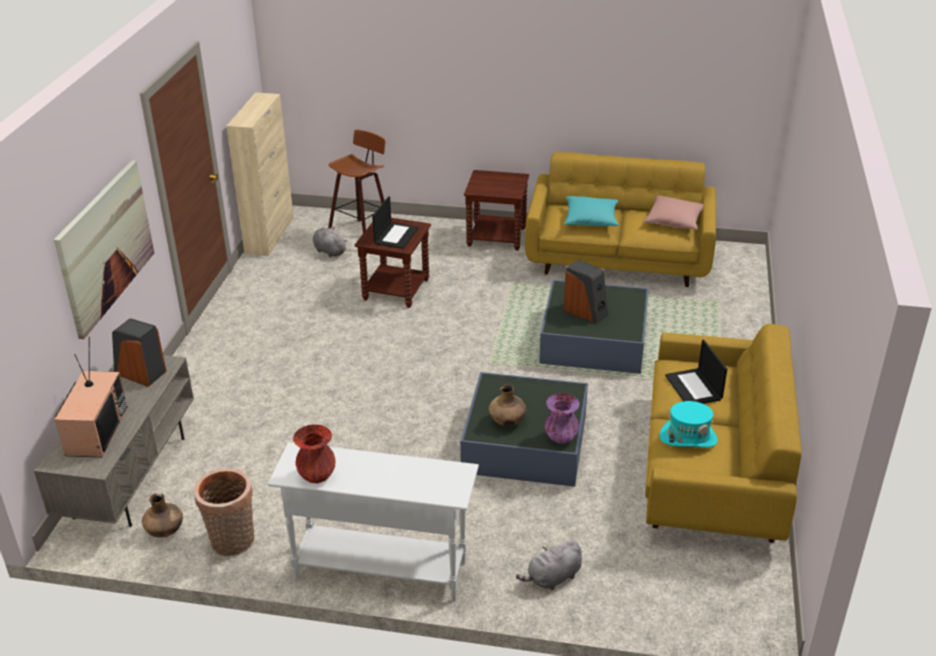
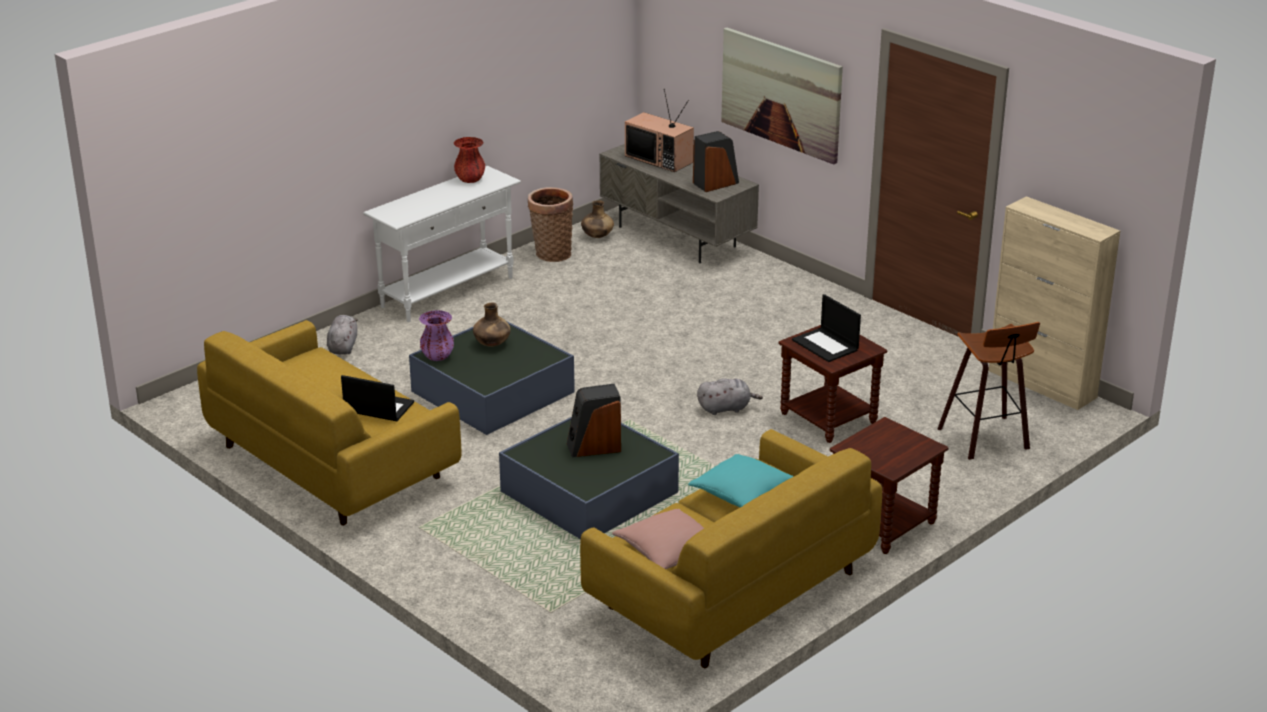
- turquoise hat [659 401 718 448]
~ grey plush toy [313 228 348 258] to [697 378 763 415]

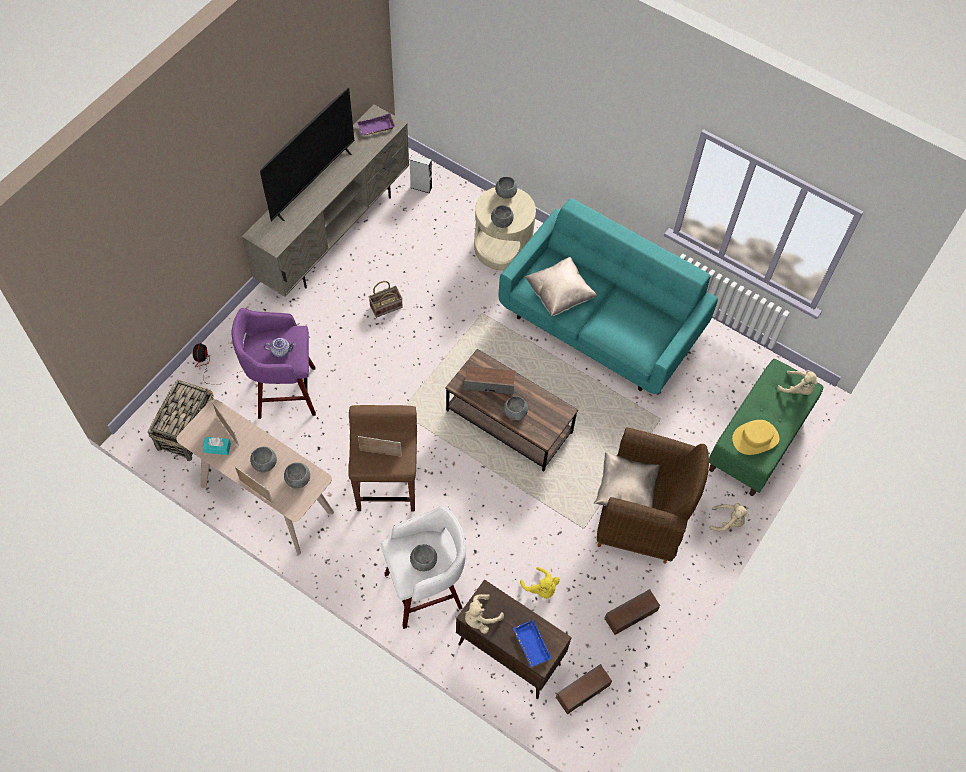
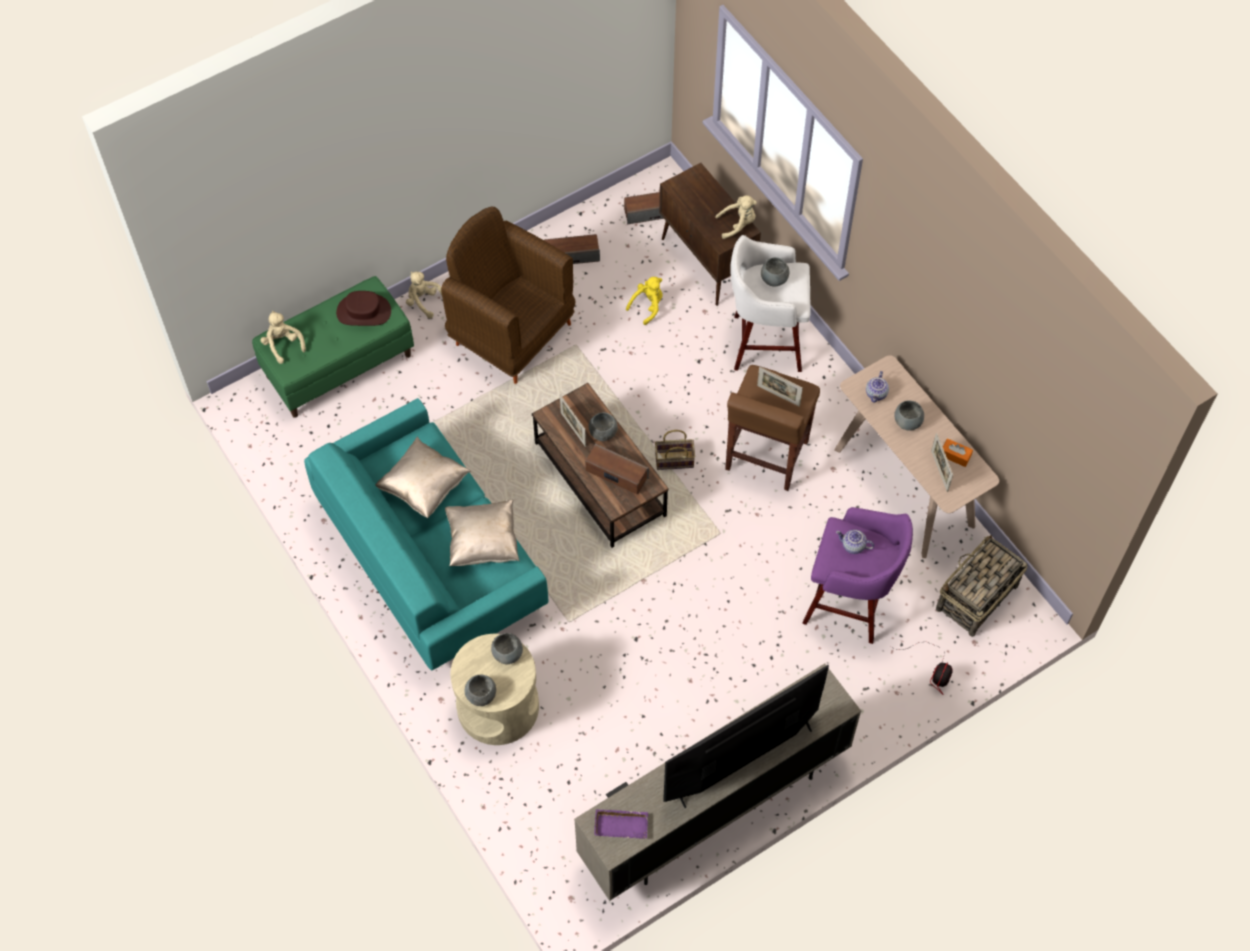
- grey speaker [410 154 432 193]
- blue tray [513 620 552 667]
~ picture frame [235 466 273 504] to [560 395 586 447]
~ basket [369 281 403 318] to [655 430 695 470]
~ beige pillow [594 452 660 508] to [375 437 471 518]
~ grey bowl [284 462 310 488] to teapot [866 371 889 403]
~ turquoise tissue box [203 437 231 455] to orange tissue box [943 438 973 467]
~ yellow hat [732 420 779 455] to brown hat [336 291 391 326]
~ yellow plush toy [520 567 560 599] = [626 277 663 325] 60 degrees clockwise

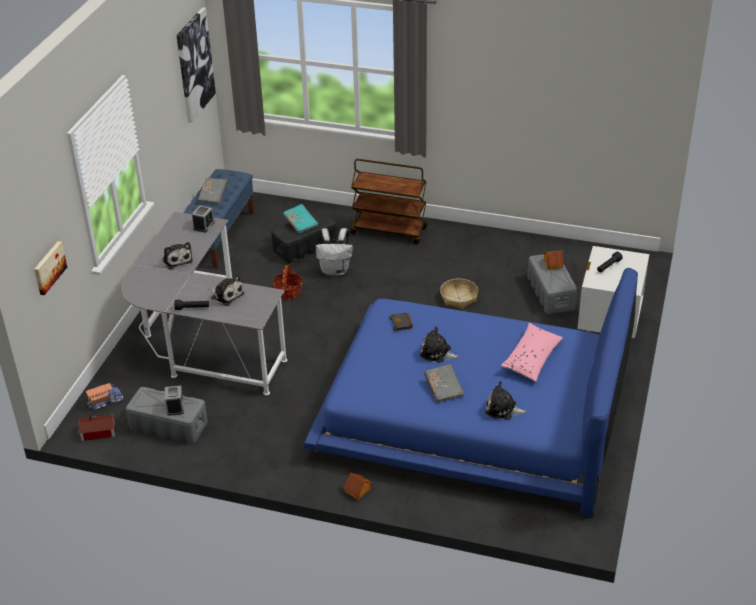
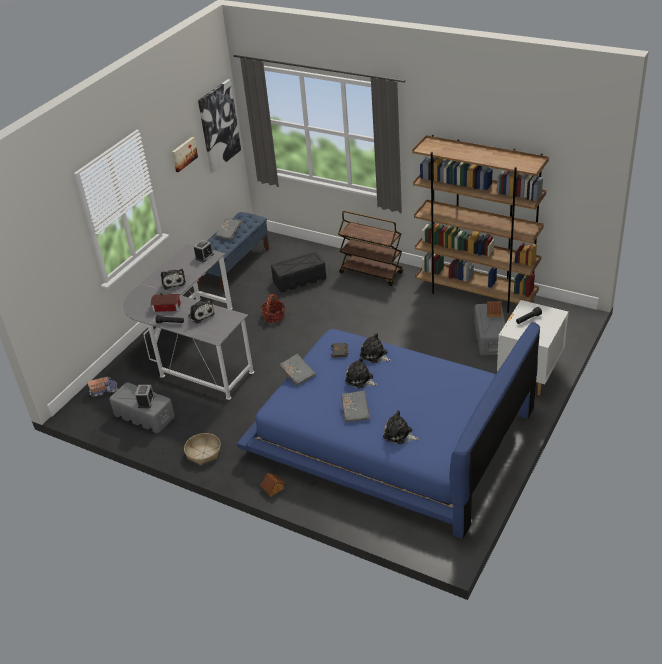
- turquoise book [283 204 319 234]
- white backpack [316 228 353 275]
- pink pillow [501 323 563 382]
+ grey book [279 353 316 386]
+ plush toy [360 333 391 363]
+ brown bookcase [412 135 549 313]
~ picture [34 241 67 295] to [172 137 198 172]
~ toy house [78 414 115 441] to [150 293 181 312]
~ basket [440 278 478 309] to [184 433 221 465]

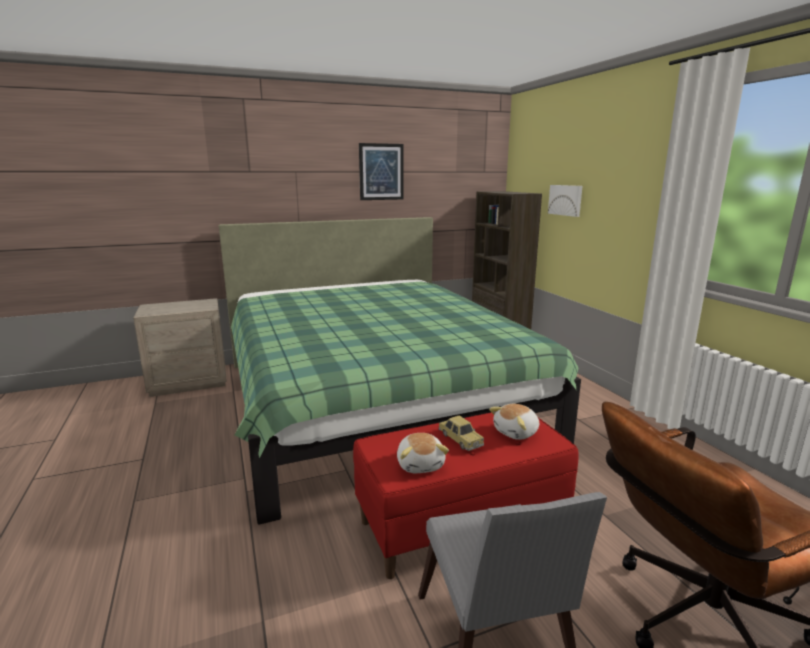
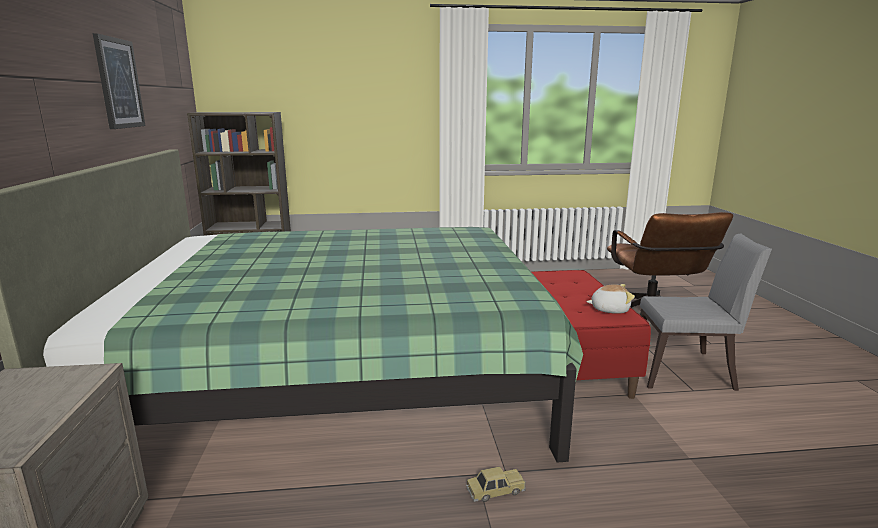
- plush toy [489 404 539 440]
- picture [548 185 583 217]
~ toy car [439 415 484 451] to [466 467 526 502]

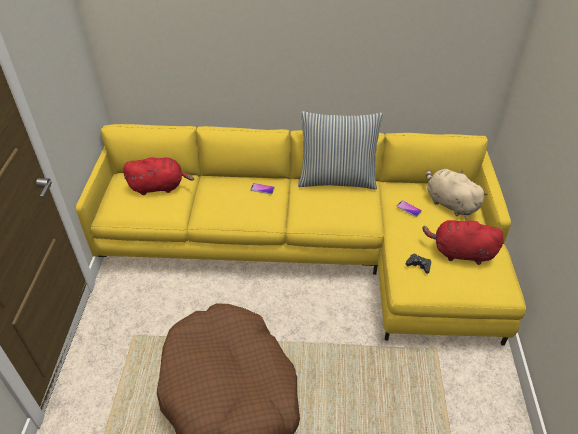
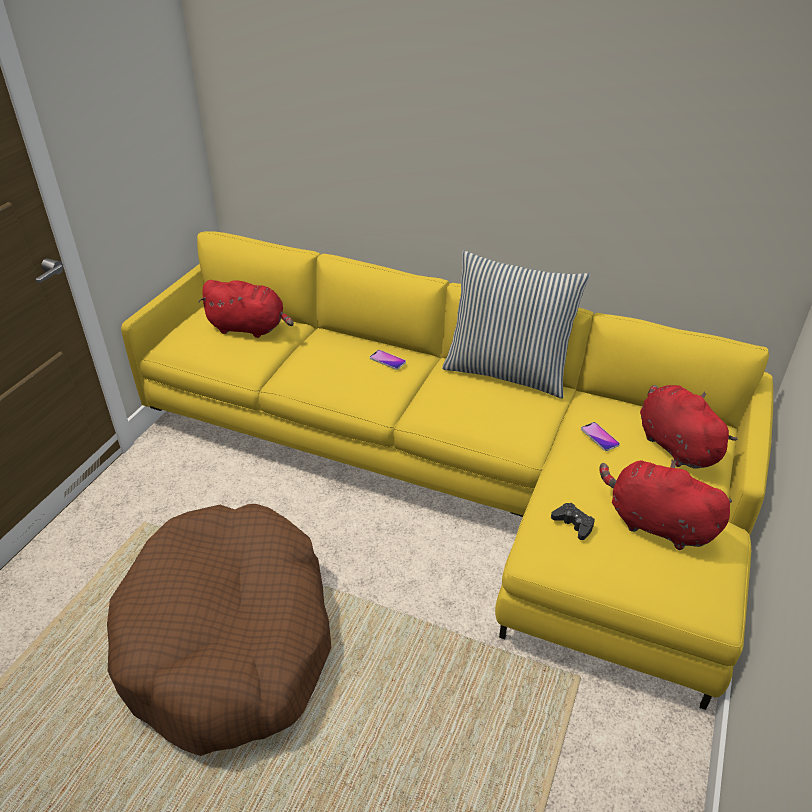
~ beige plush toy [426 169 488 216] to red plush toy [640 385 738 469]

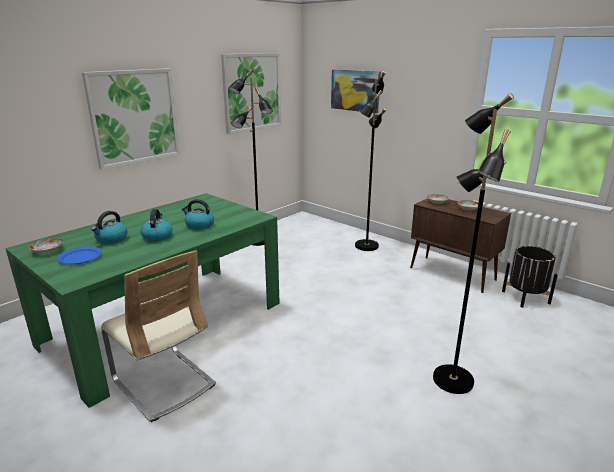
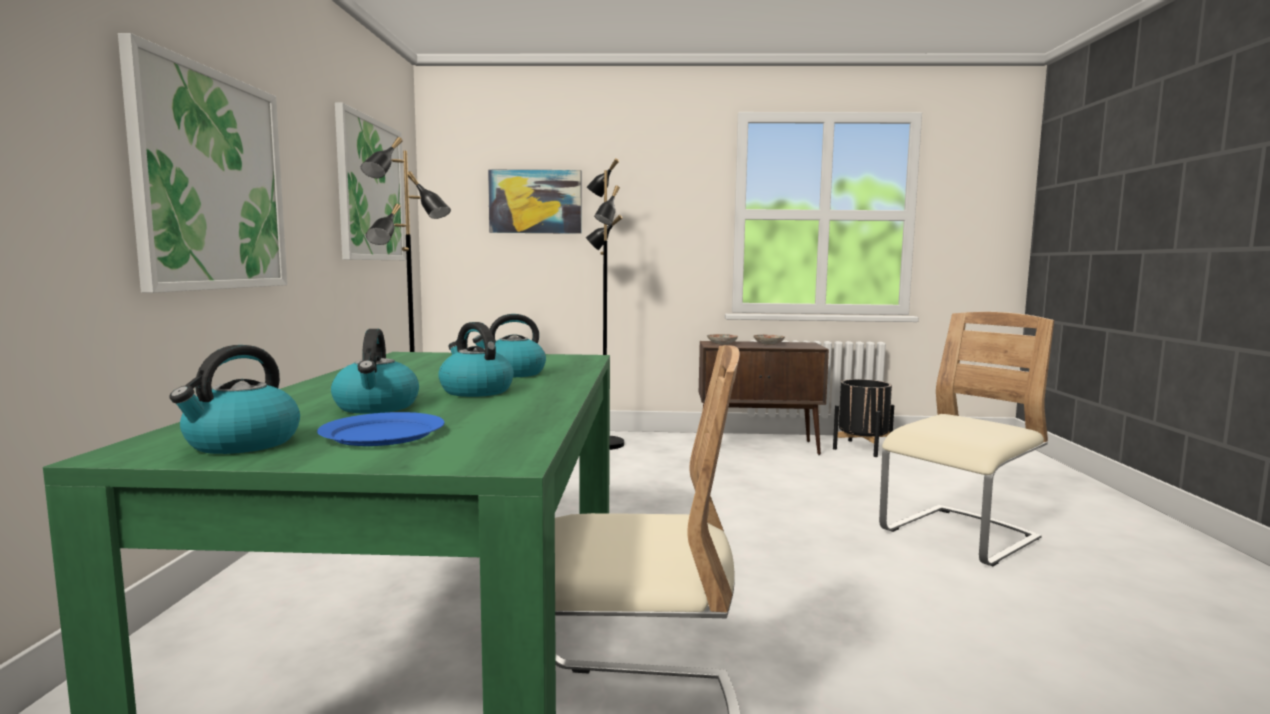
~ plate [29 238 63 254] to kettle [169 345 300 454]
~ black floor lamp [433 93 514 394] to beige chair [879 312 1054 566]

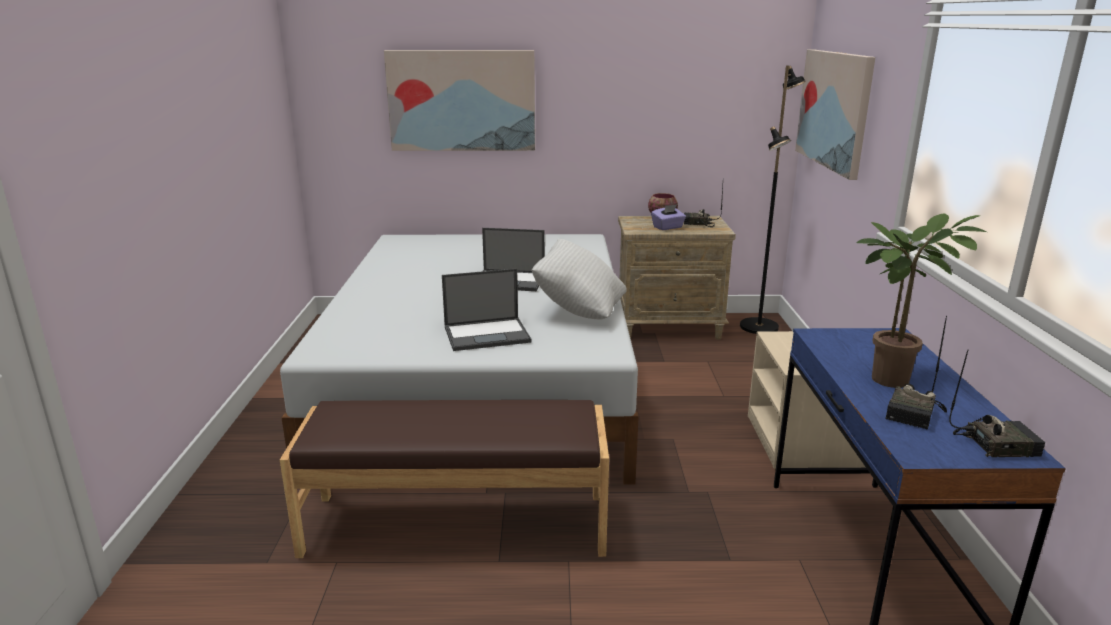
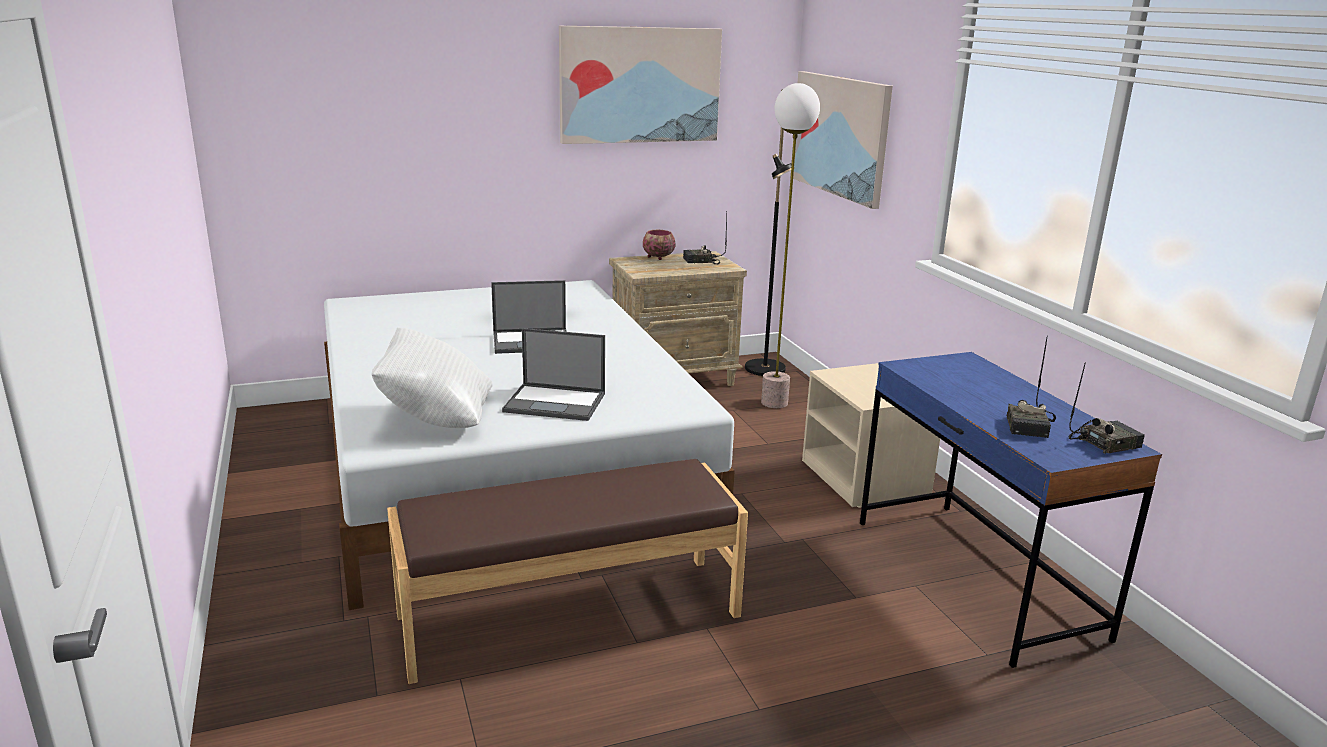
- purple tissue box [651 204 686 230]
- potted plant [856 213 987 388]
+ floor lamp [761 83 820 408]
~ picture [384 50 535 151] to [559 26 722 144]
~ white pillow [532 239 627 320] to [372 327 493 428]
~ laptop [442 269 532 351] = [502 328 605 421] 45 degrees clockwise

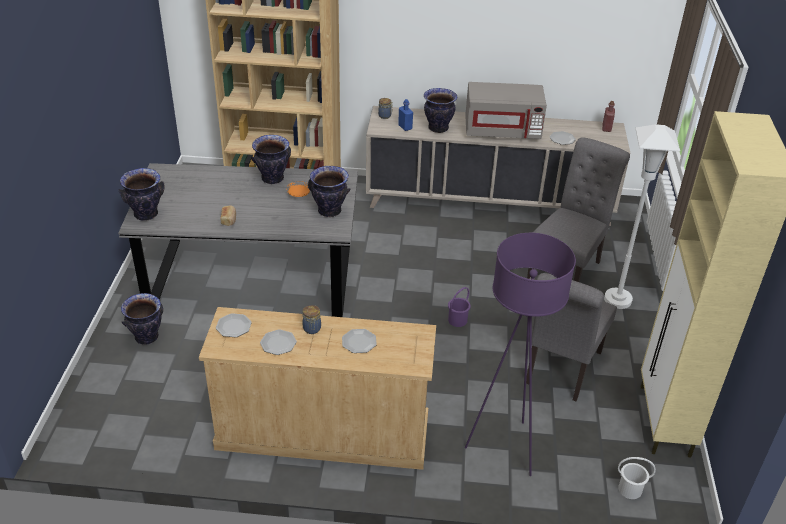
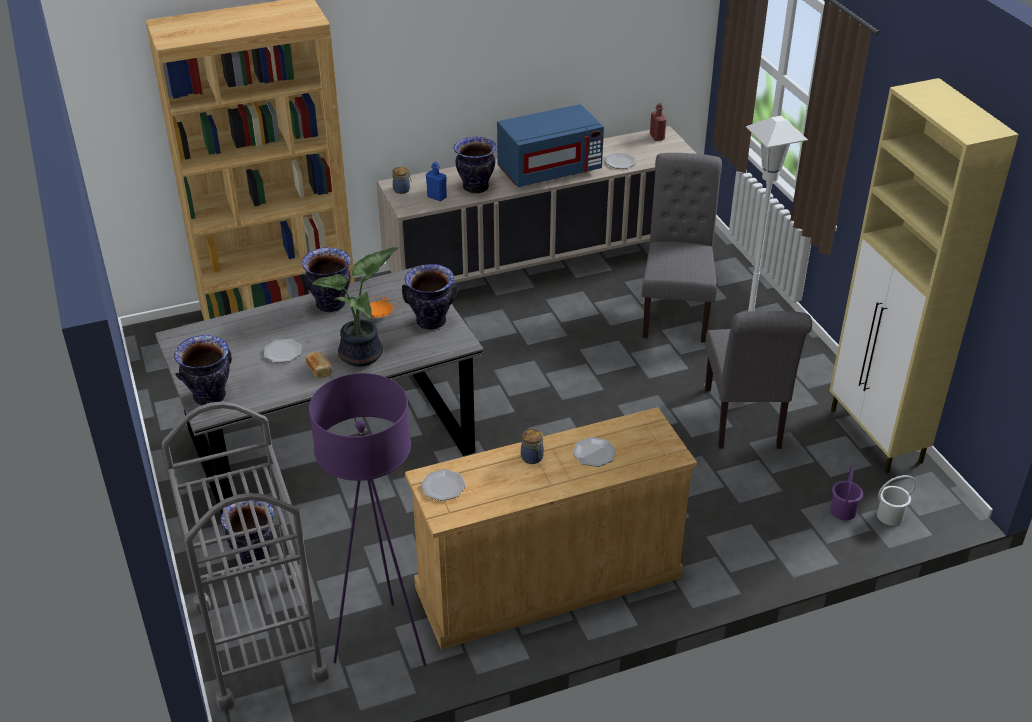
+ grey cart [162 401 329 711]
+ potted plant [312 247 399 367]
~ plate [260 329 297 355] to [264 339 301 363]
~ purple bucket [448 287 471 327] to [830 466 863 520]
~ purple floor lamp [465 233 576 476] to [309 373 426 666]
~ grey microwave [465 82 547 139] to blue microwave [497 104 604 187]

